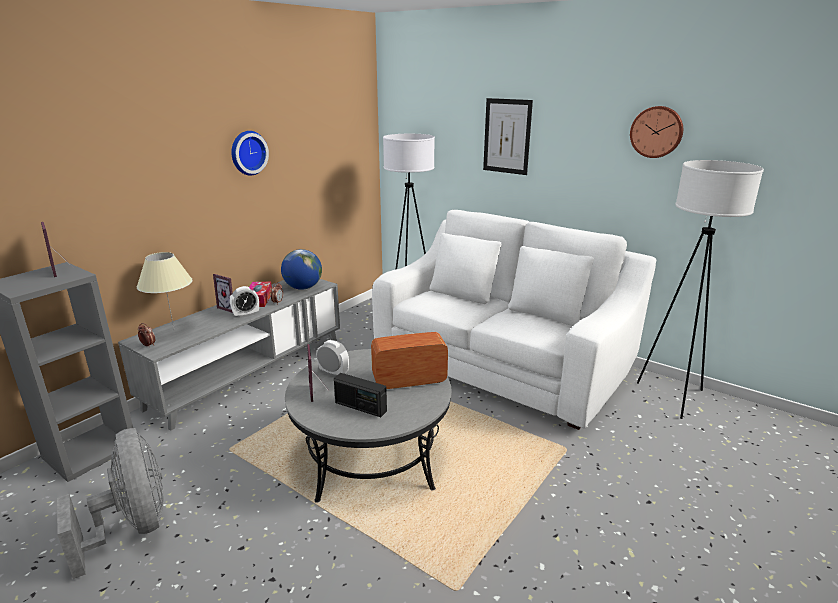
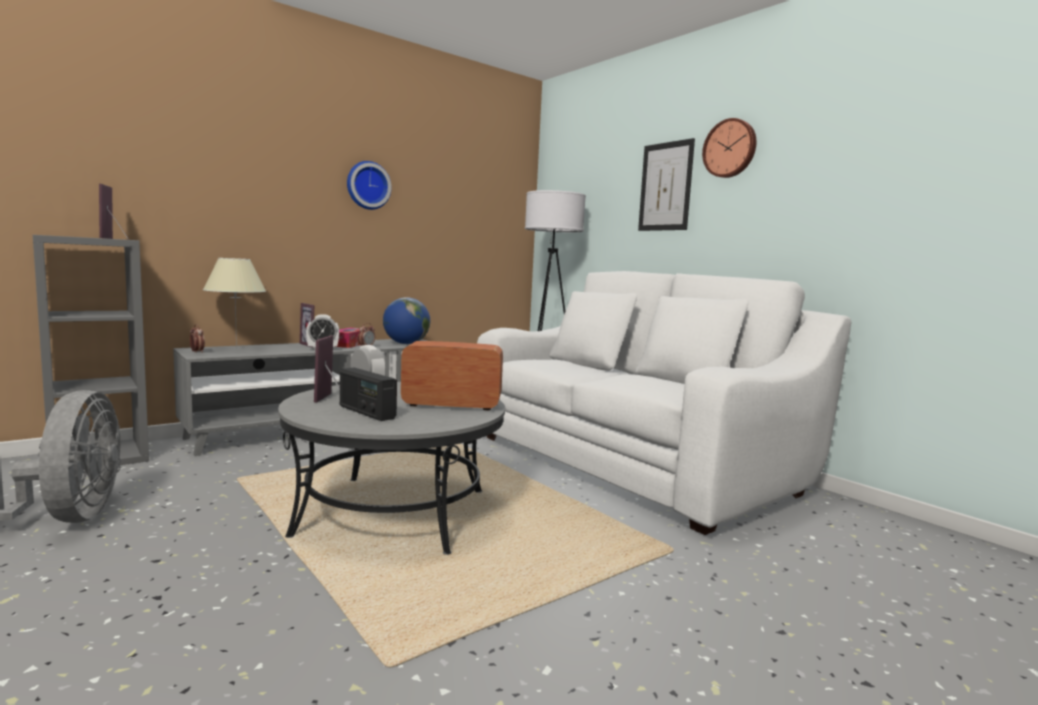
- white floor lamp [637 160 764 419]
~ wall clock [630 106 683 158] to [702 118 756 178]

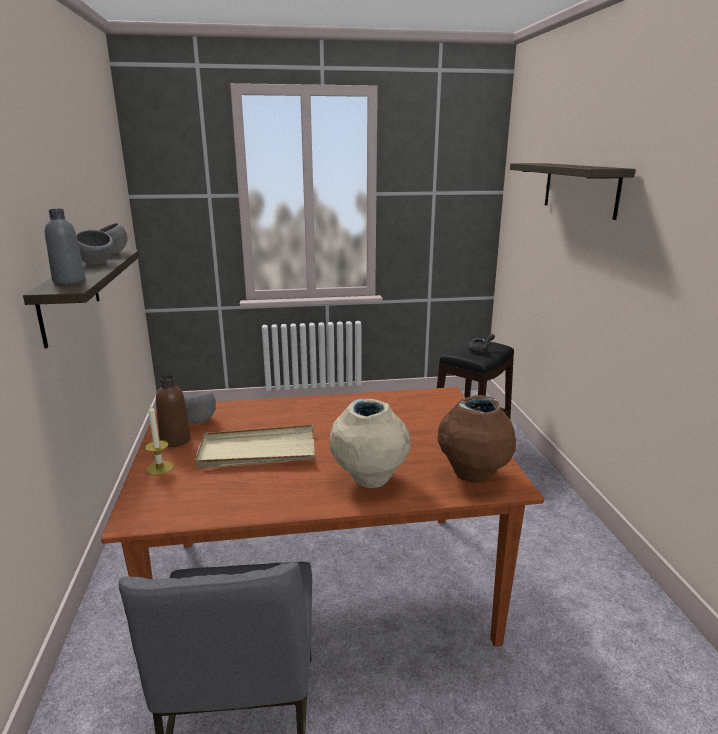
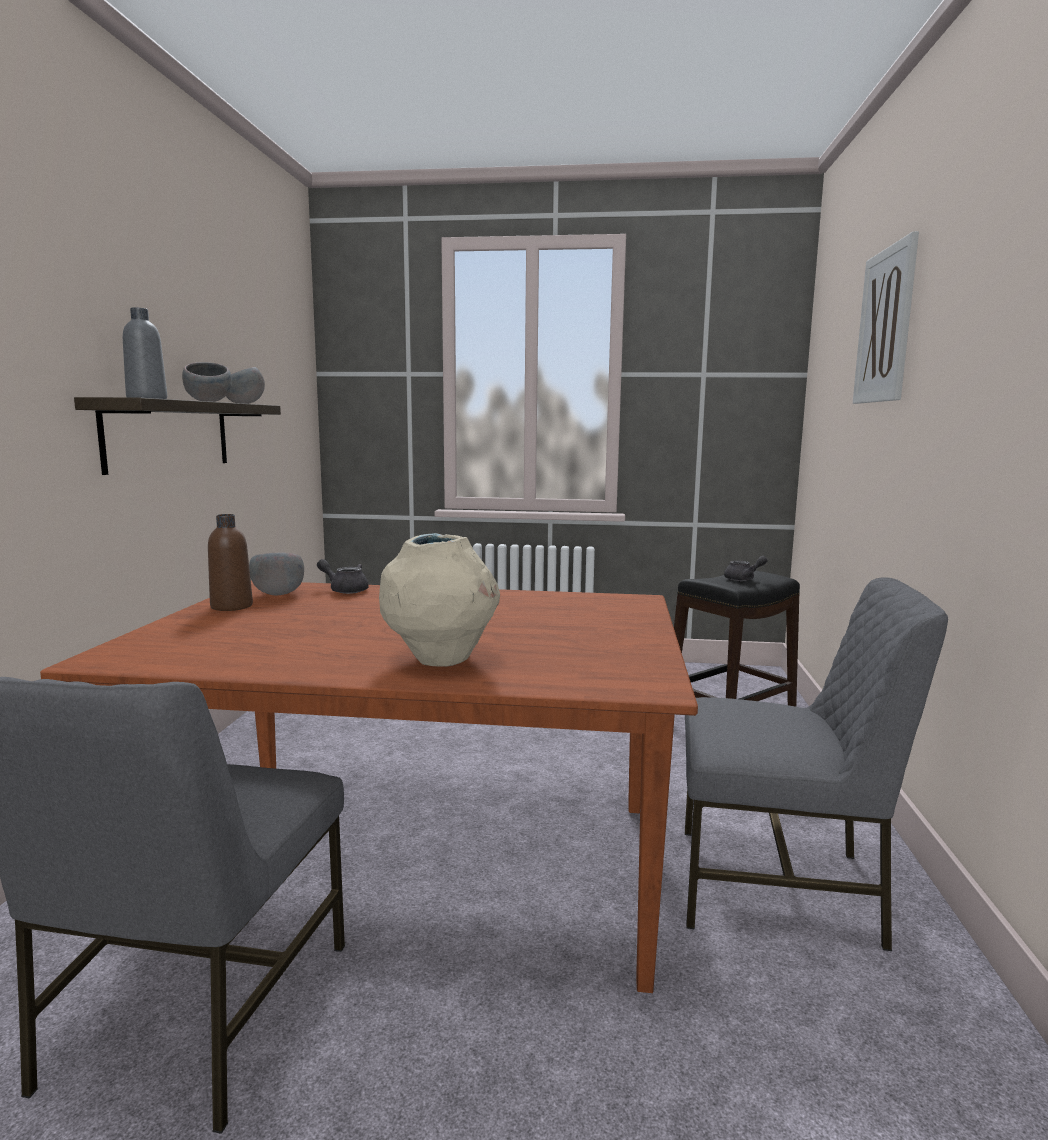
- candle [145 404 174 476]
- beige tray [195 425 315 469]
- brown vase [438 395 516 483]
+ grey teapot [317 559 369 594]
+ grey chair [685 577 948 951]
~ shelf [510 163 636 220] to picture [853 231 919 404]

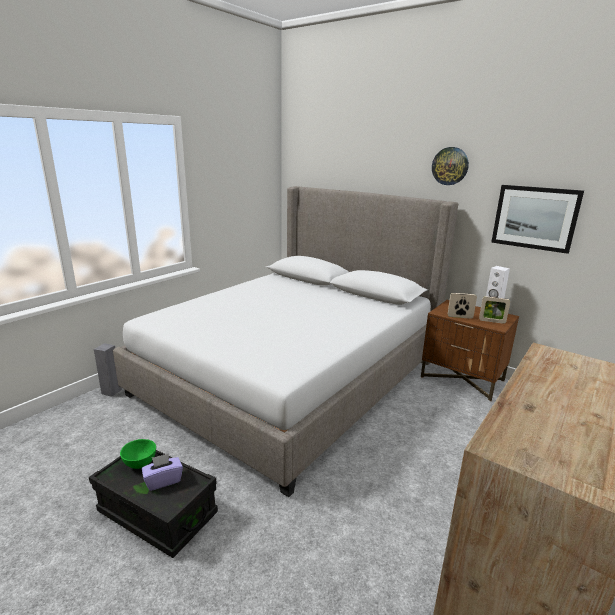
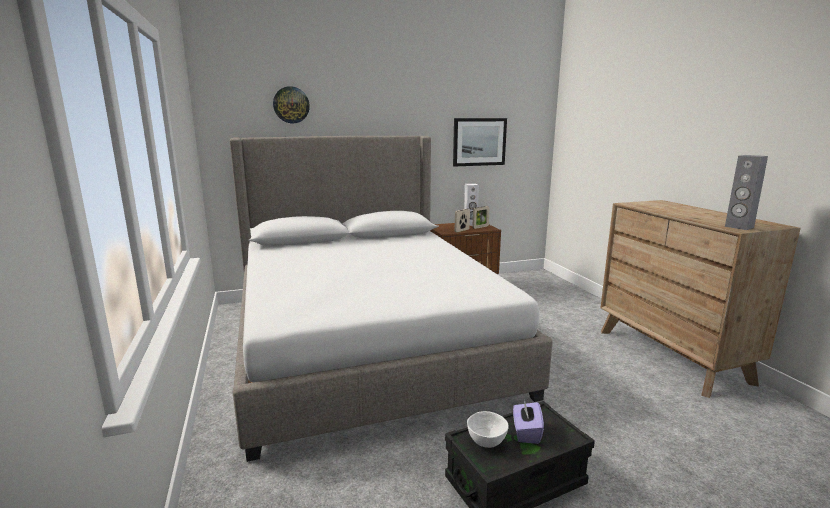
~ grey speaker [94 343 122 397] to [725 155 768 230]
~ wall clock [432 147 469 185] to [273 86 310 123]
~ green bowl [120 439 156 469] to white bowl [467 411 509 448]

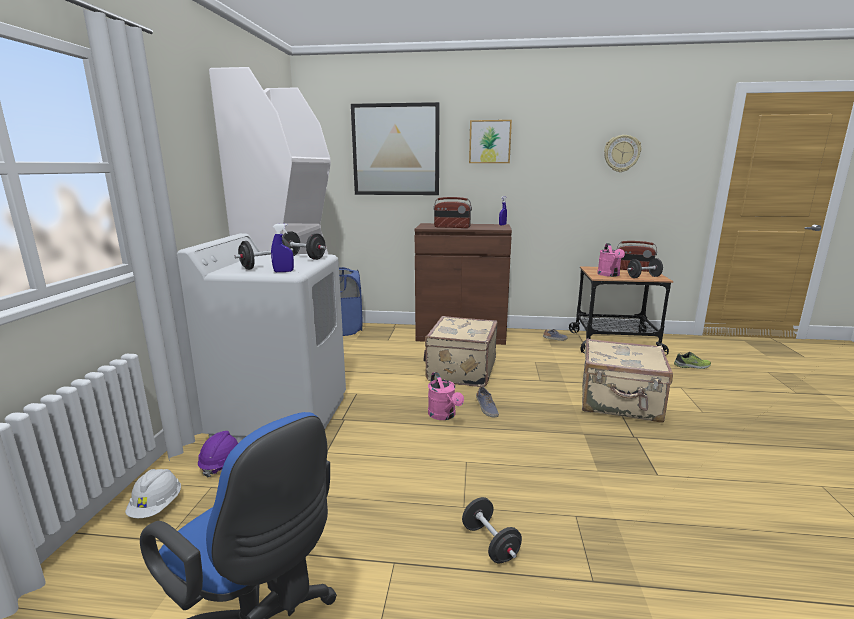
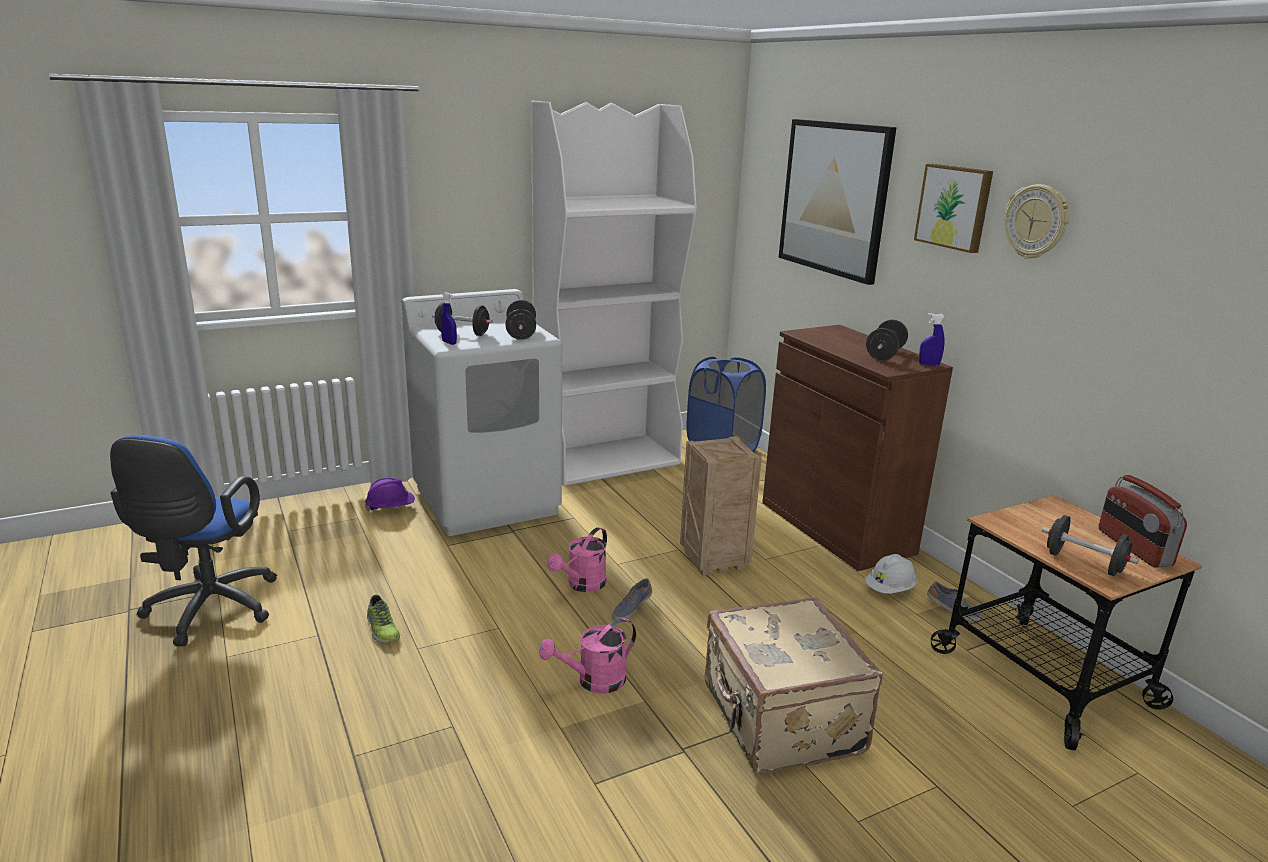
- radio [434 197 472 228]
~ white hard hat [125 469 181 518] to [865 554 917 594]
~ black dumbbell [462 497 522 564] to [866 320 908 360]
~ pink watering can [597 243 625 277] to [539 618 636 694]
~ wall clock [604 135 641 172] to [1004 184 1070 259]
~ shoe [674 352 711 369] to [367 595 400 643]
~ beige suitcase [424 316 498 387] to crate [680 436 762 576]

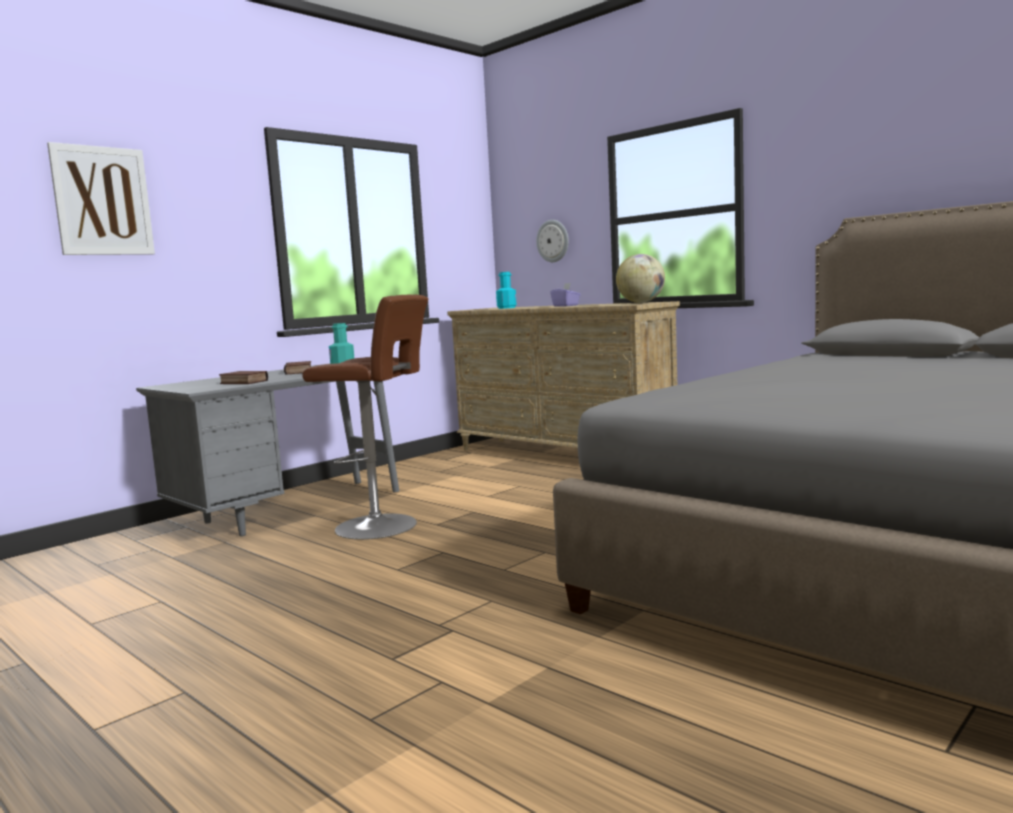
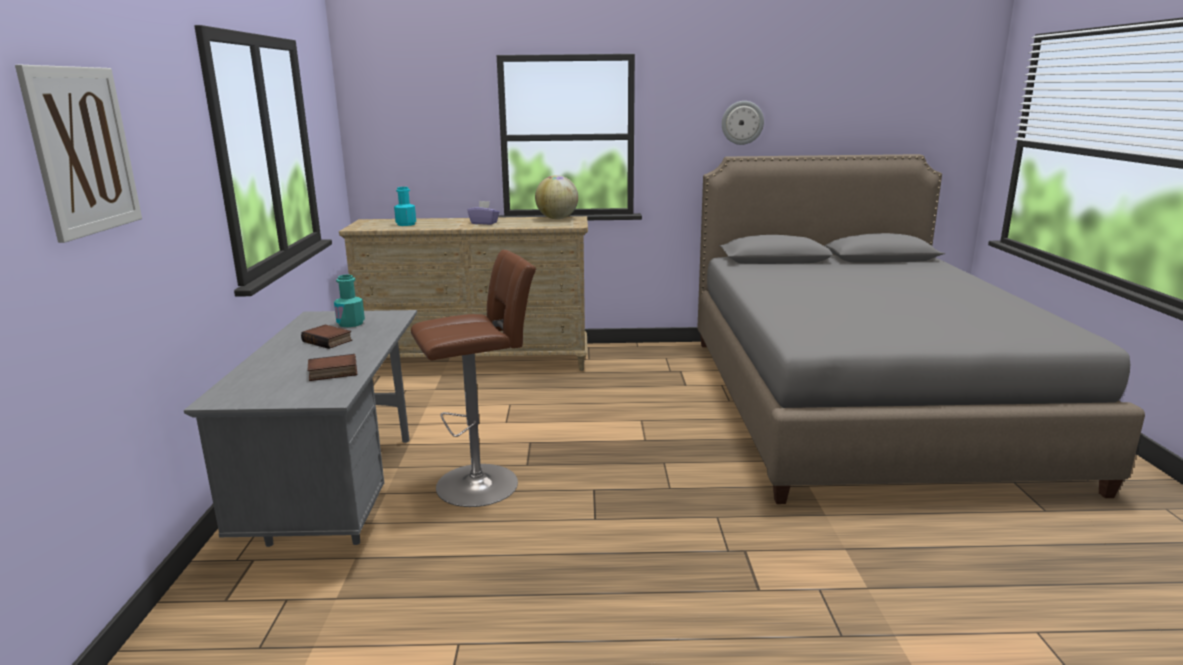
~ wall clock [536 220 569 262] to [722 101 764 145]

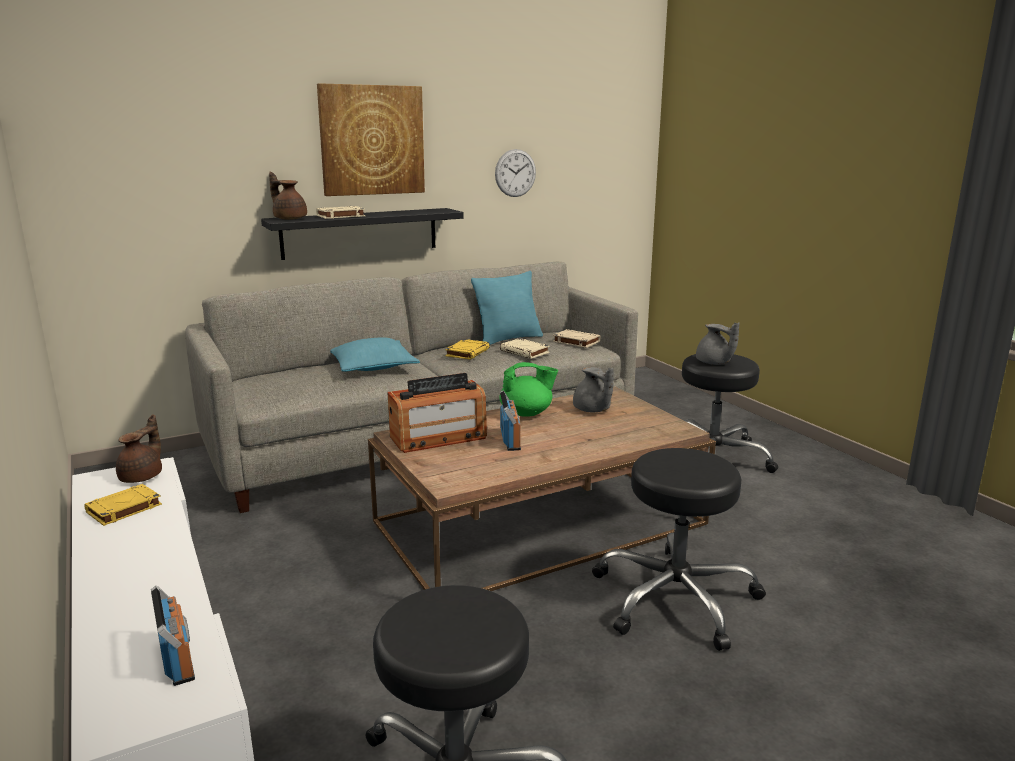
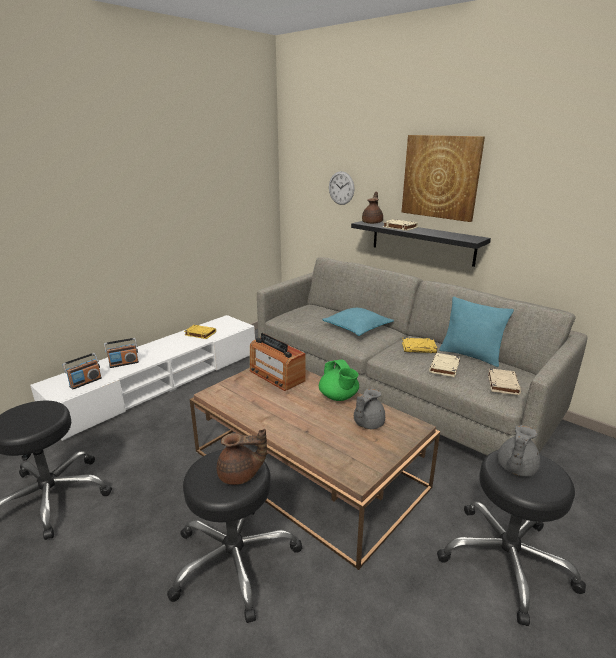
~ brown teapot [116 414 162 483] to [217 429 267 485]
~ wall clock [495 149 536 197] to [329 171 355 205]
~ radio [500 390 521 451] to [104 338 139 368]

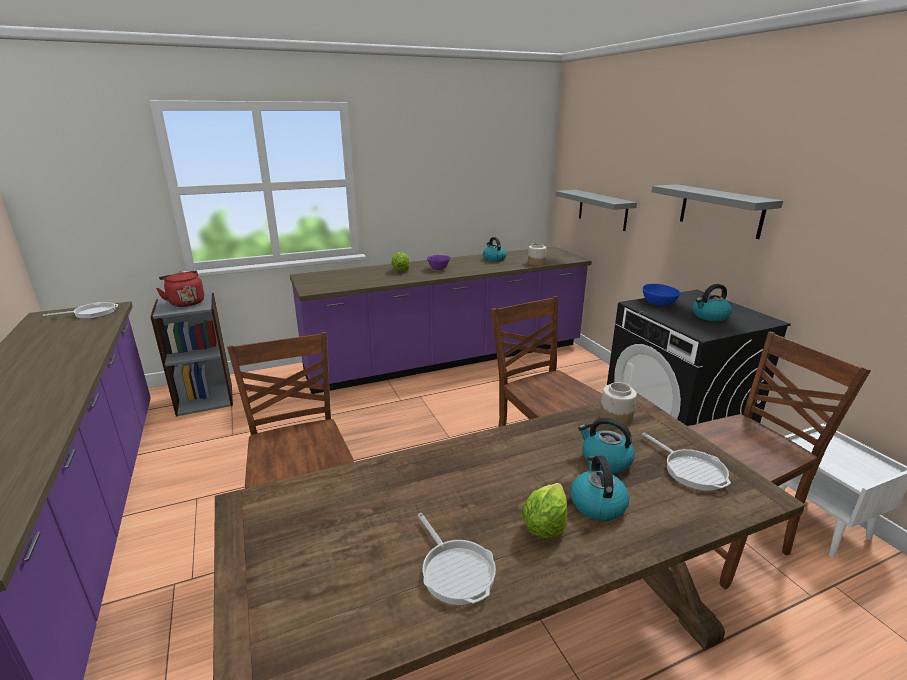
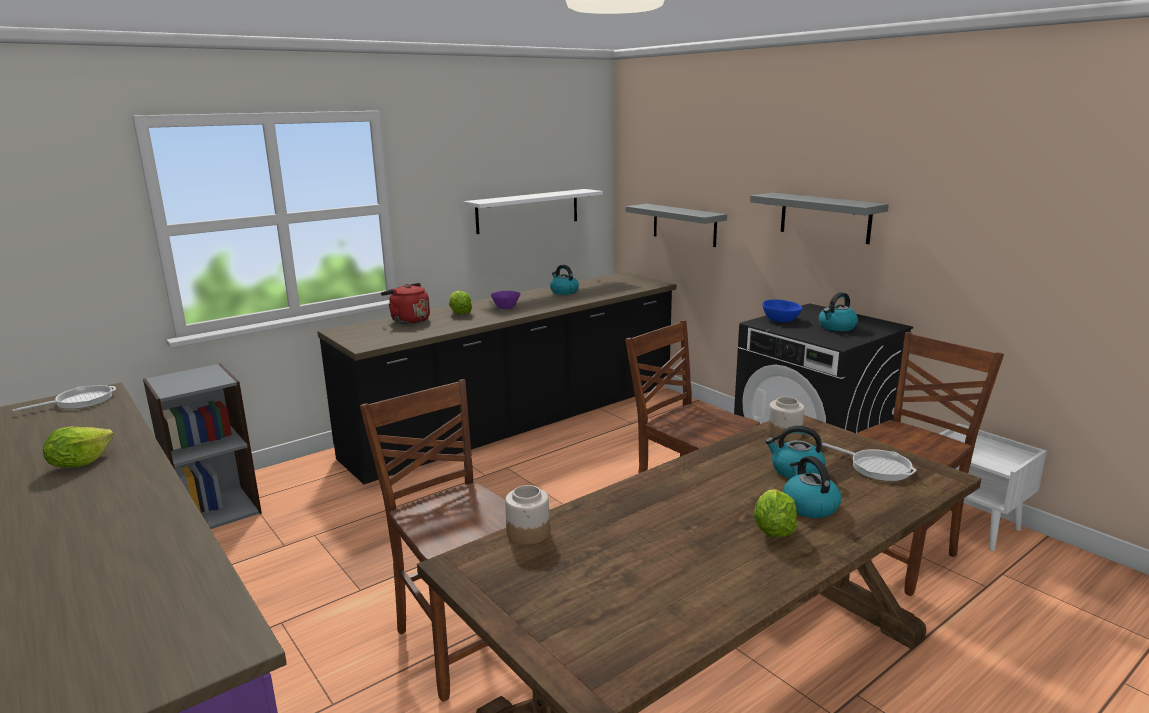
- frying pan [418 513 496 605]
+ lettuce [43 427 114 468]
+ white shelf [464 189 603 234]
~ red kettle [156 271 204 307] to [381 283 430 324]
~ jar [528 243 547 266] to [505 485 550 545]
~ purple counter [290 246 592 394] to black counter [317 272 676 484]

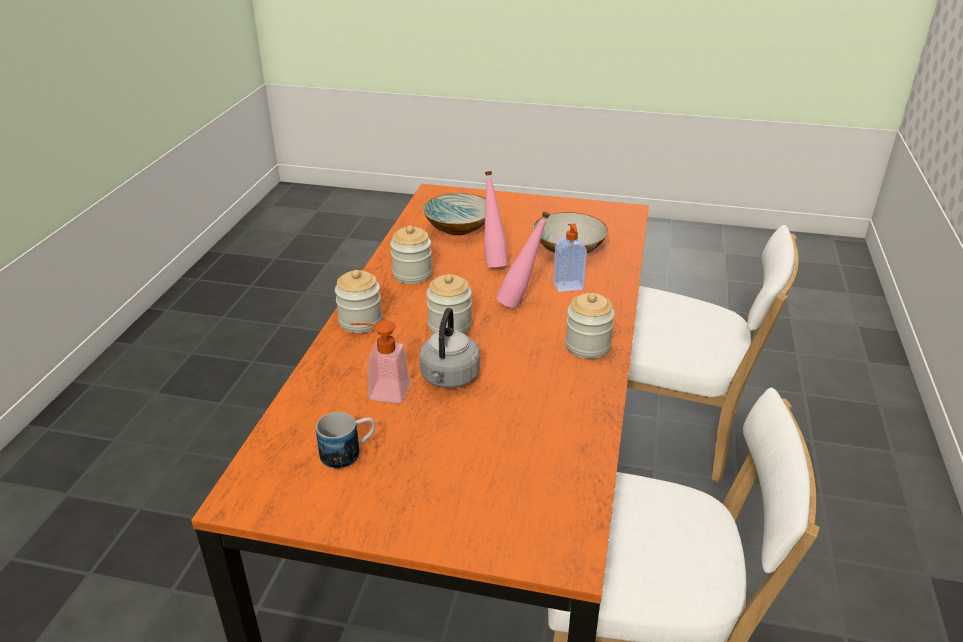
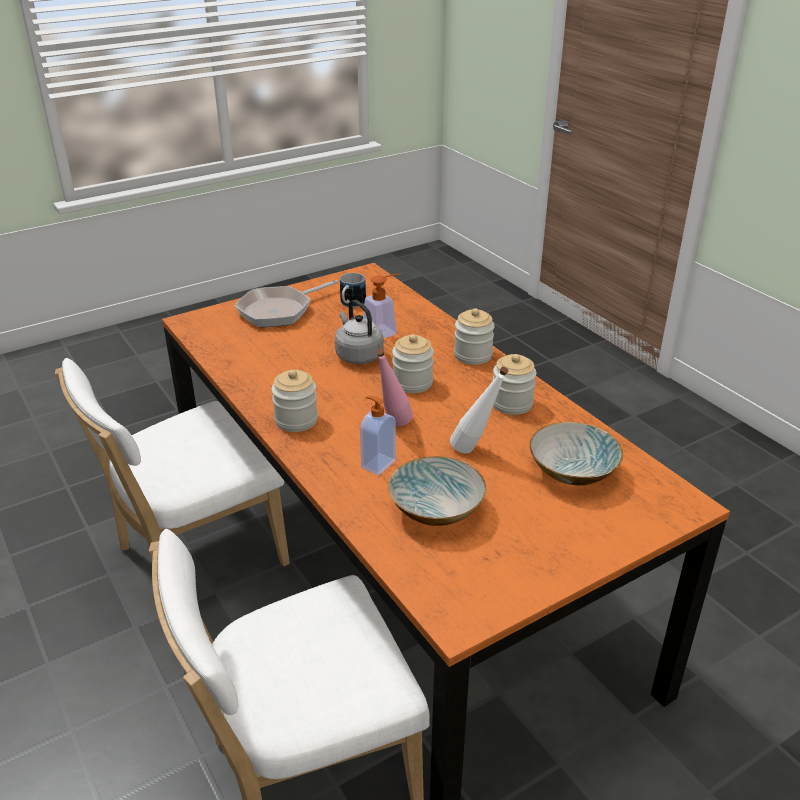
+ frying pan [235 280 338 327]
~ pink bottle [484 171 508 267] to white bottle [450 367 509 453]

